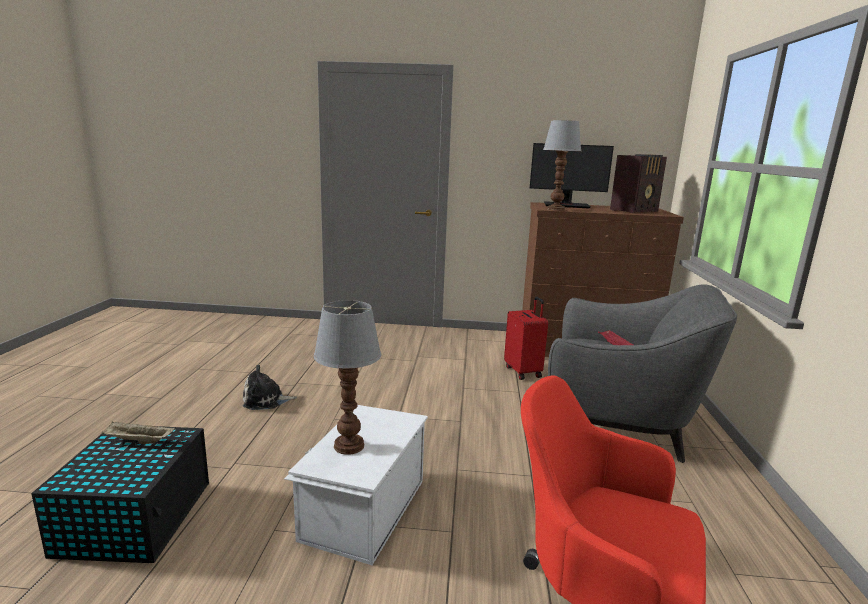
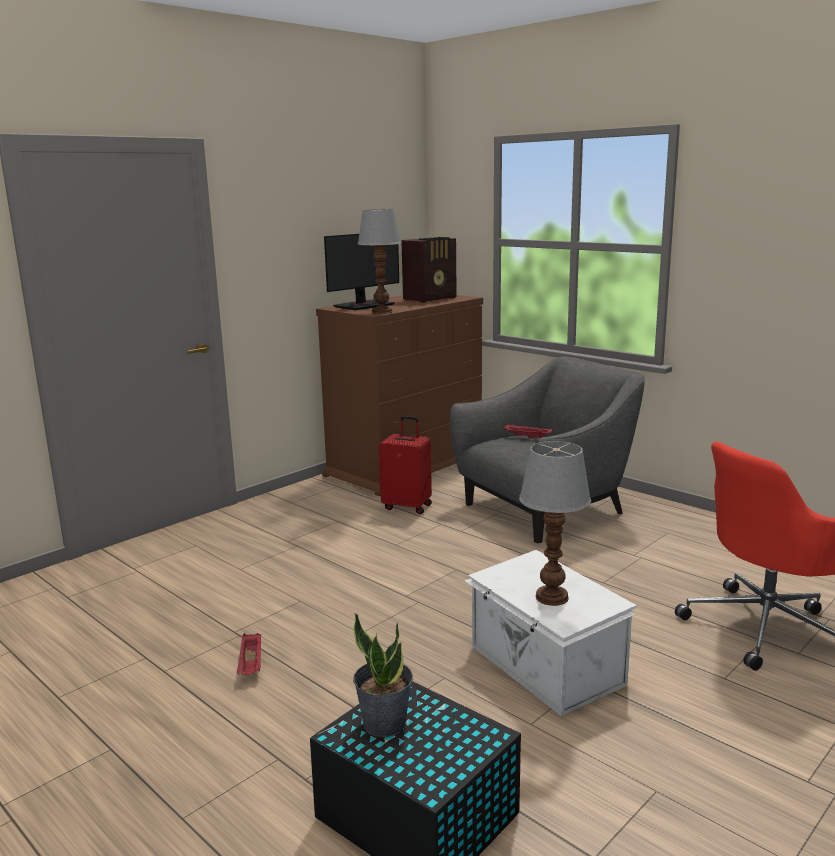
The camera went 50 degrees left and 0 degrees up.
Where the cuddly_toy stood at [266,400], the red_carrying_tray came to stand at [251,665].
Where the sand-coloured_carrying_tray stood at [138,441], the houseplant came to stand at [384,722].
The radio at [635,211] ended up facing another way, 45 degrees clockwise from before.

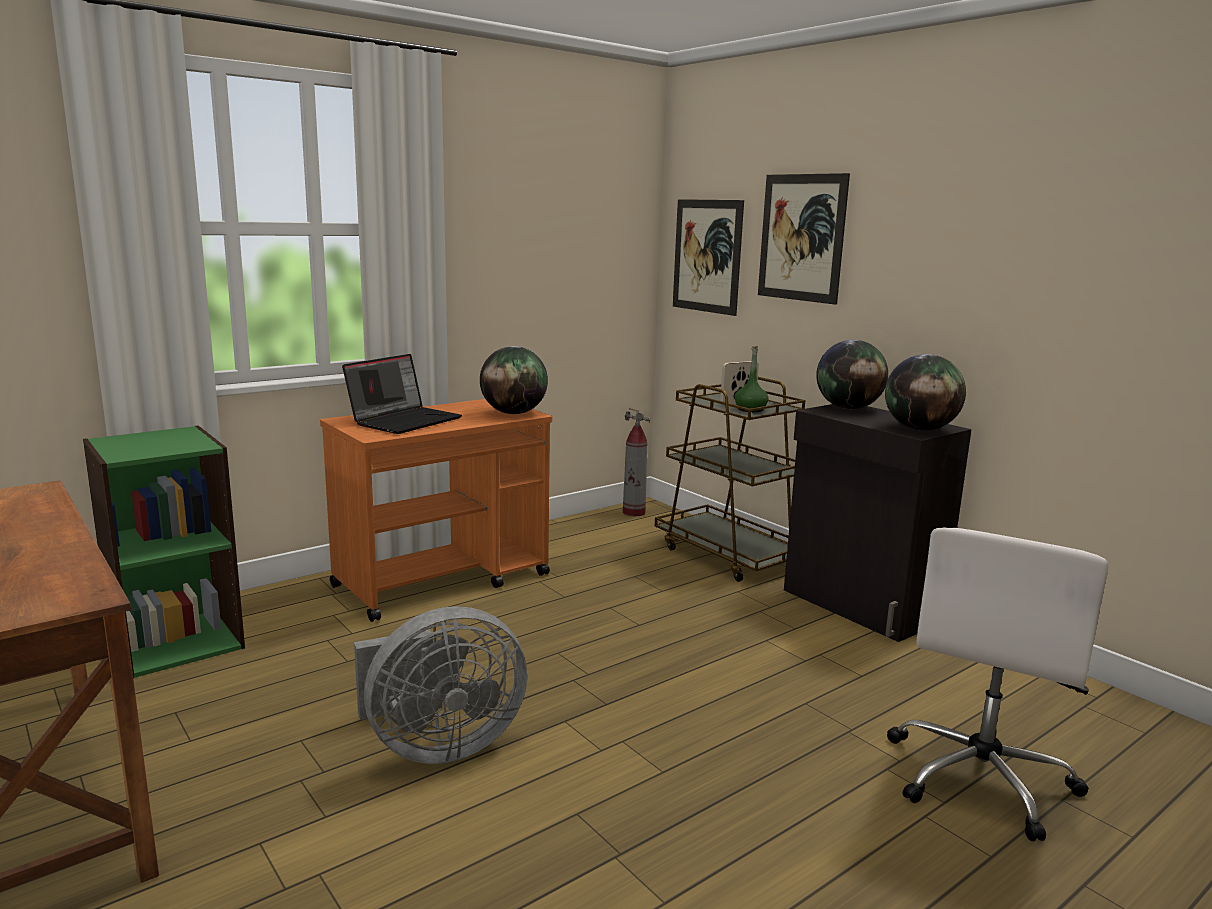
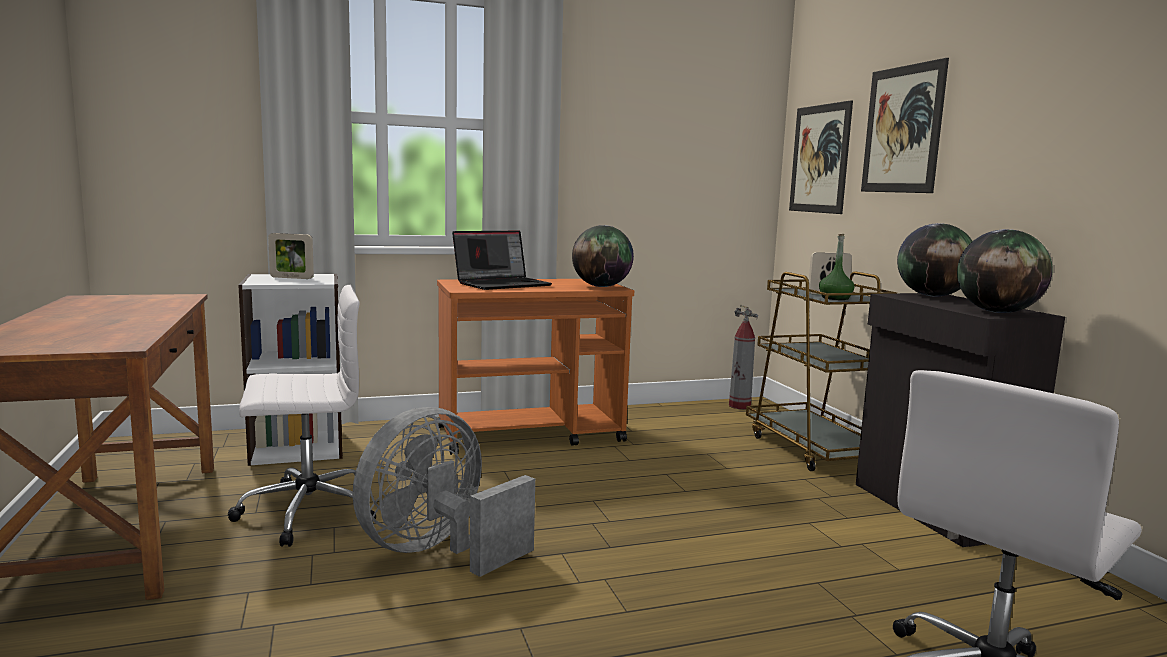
The camera went 20 degrees right and 5 degrees down.
The second view gained the white_computer_chair at [305,511].
What was the green-coloured_bookshelf at [177,642] turned into the white_bookshelf at [298,447].
The second view gained the photo_frame at [291,278].
The gray_electric_fan at [438,746] ended up facing another way, 135 degrees clockwise from before.

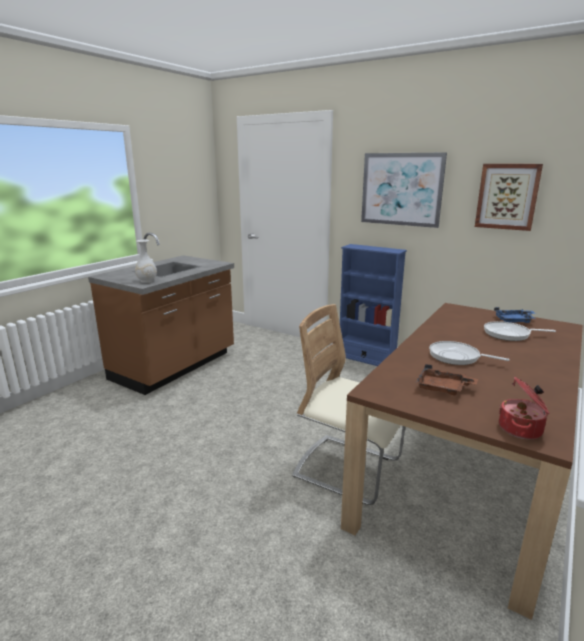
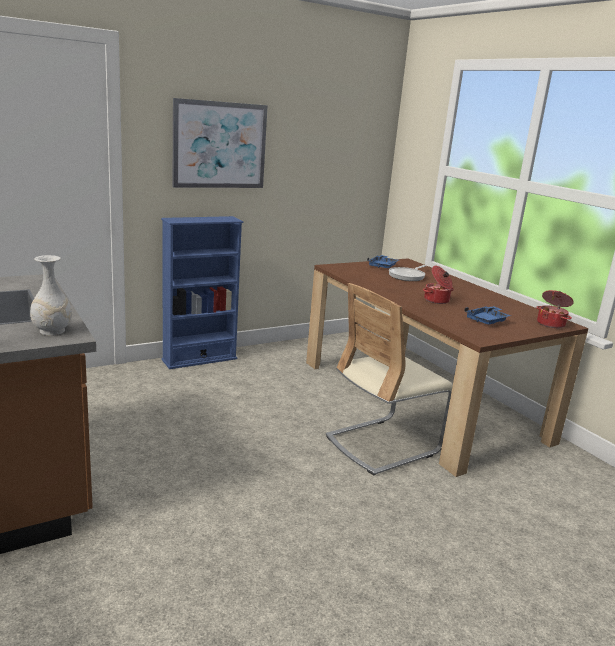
The camera went 65 degrees left and 0 degrees up.
Where the pan stood at [457,357], the saucepot came to stand at [437,300].
What was the brownish_carrying_tray at [443,388] turned into the blue-coloured_carrying_tray at [487,321].
The second view lost the picture at [507,196].

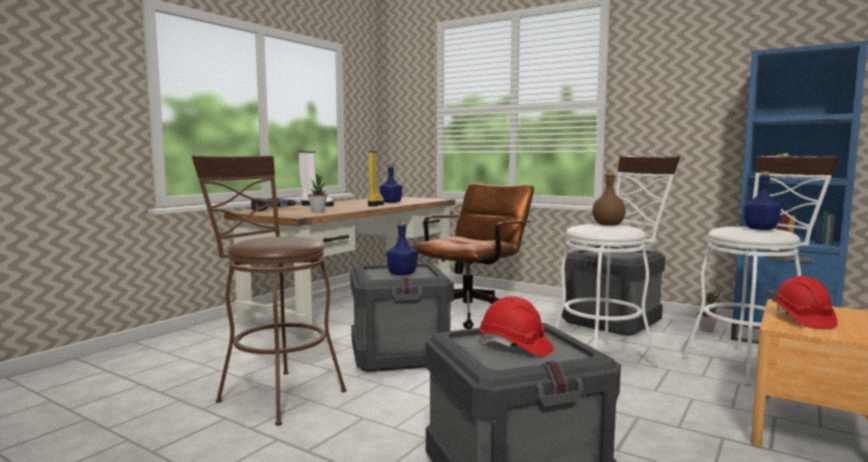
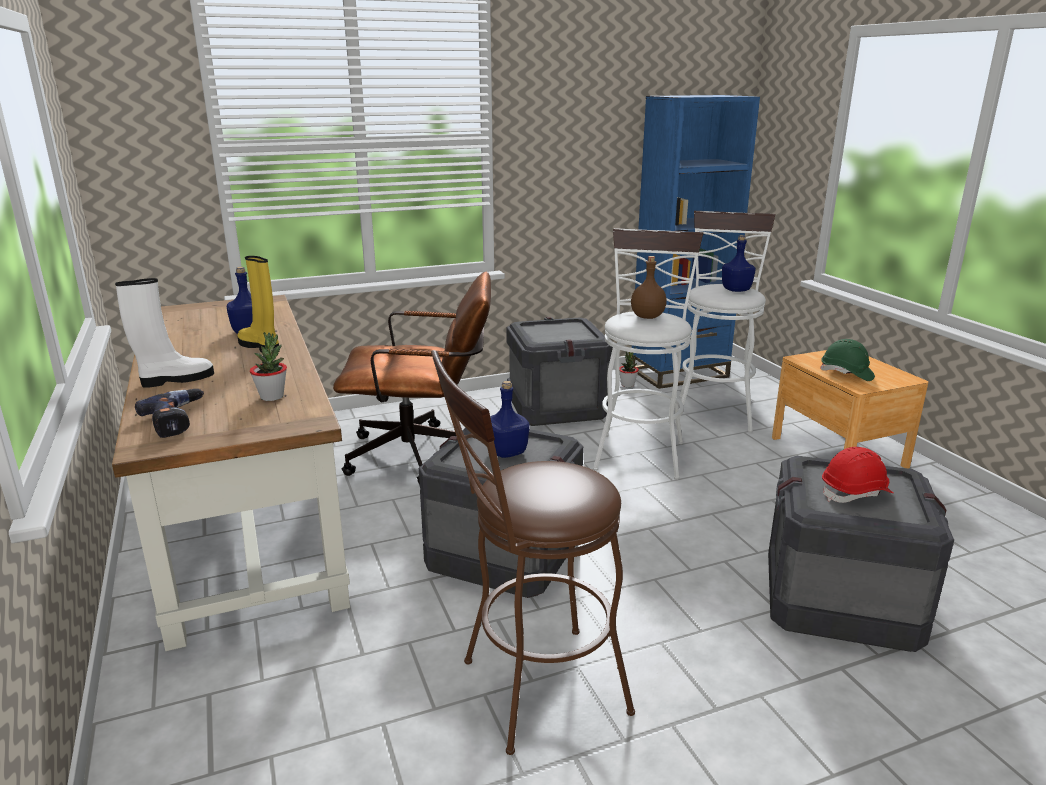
The camera went 55 degrees left and 15 degrees up.
The brownish_computer_chair at [473,312] ended up facing another way, 105 degrees clockwise from before.
What was the red_hard_hat at [802,319] turned into the green-coloured_hard_hat at [846,373].

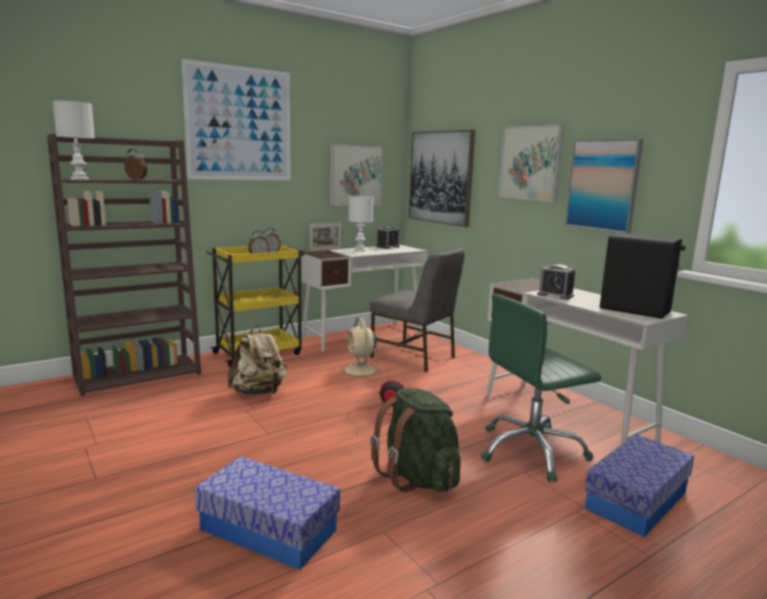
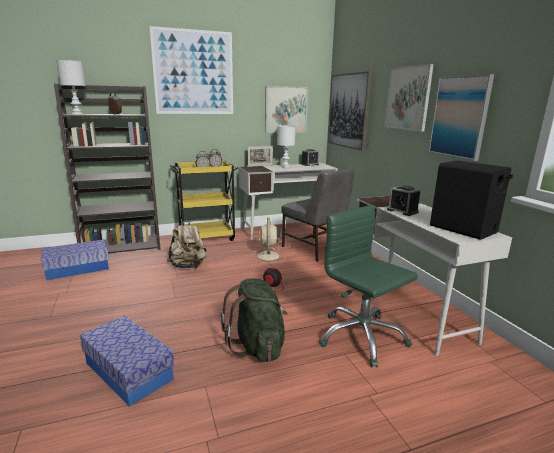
The camera went 15 degrees right and 5 degrees up.
The storage_container ended up elsewhere, having gone from [636,500] to [78,268].
The green-coloured_computer_chair at [531,451] ended up facing another way, 60 degrees clockwise from before.

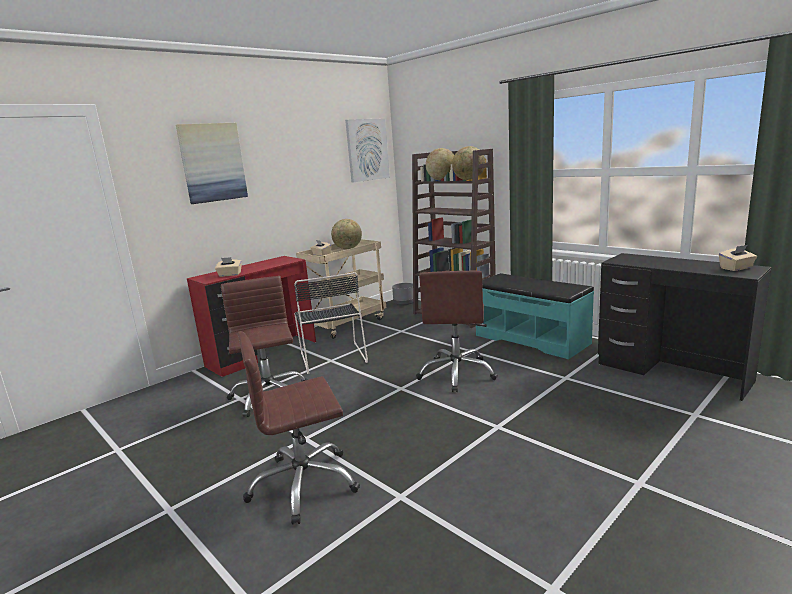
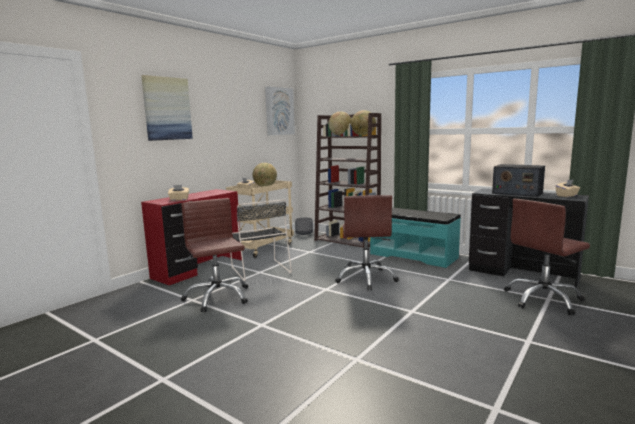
The camera went 10 degrees left and 5 degrees down.
The second view gained the radio at [517,193].
The brownish_computer_chair ended up elsewhere, having gone from [303,485] to [543,299].

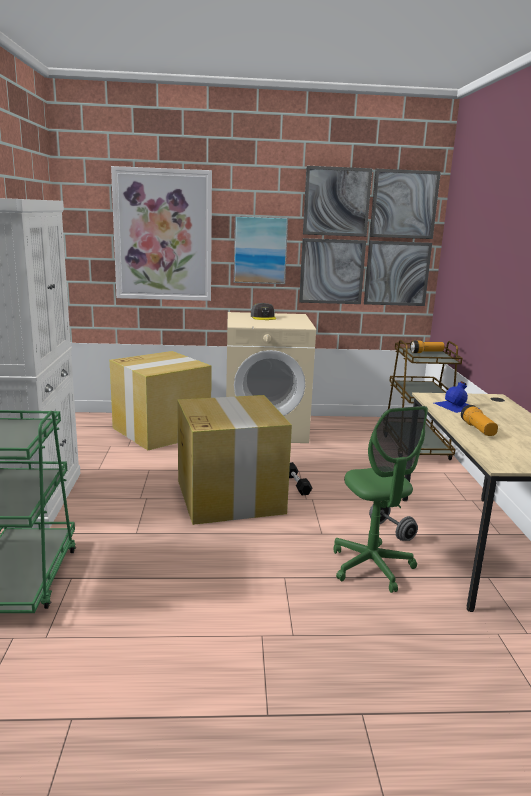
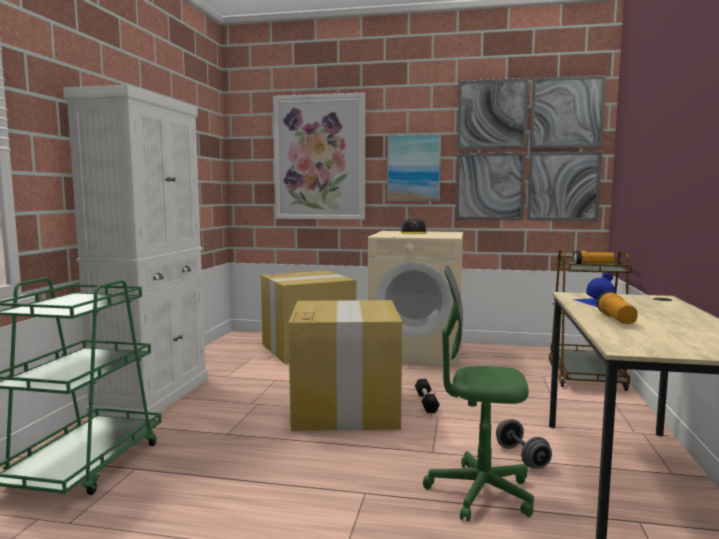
The camera went 15 degrees right and 10 degrees down.
The green-coloured_computer_chair at [372,567] ended up facing another way, 105 degrees clockwise from before.

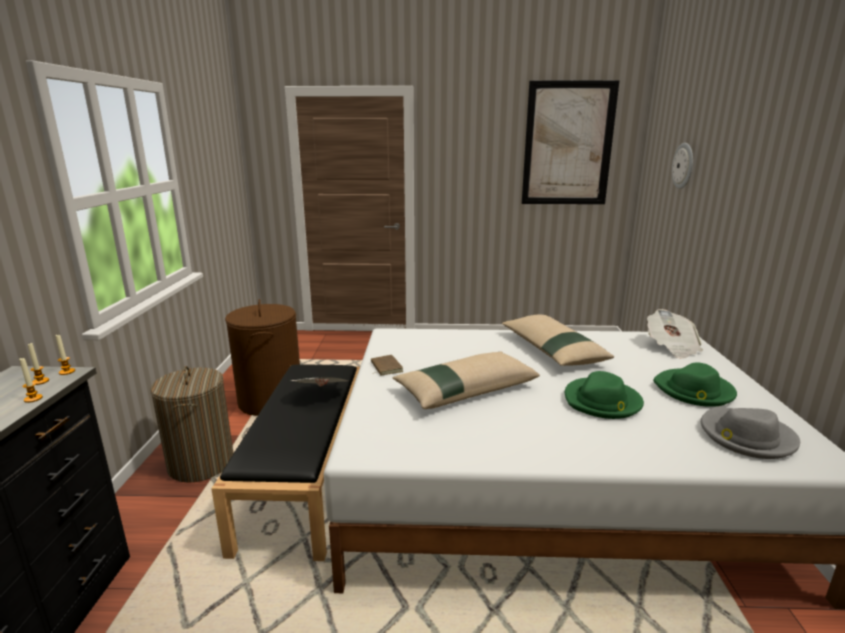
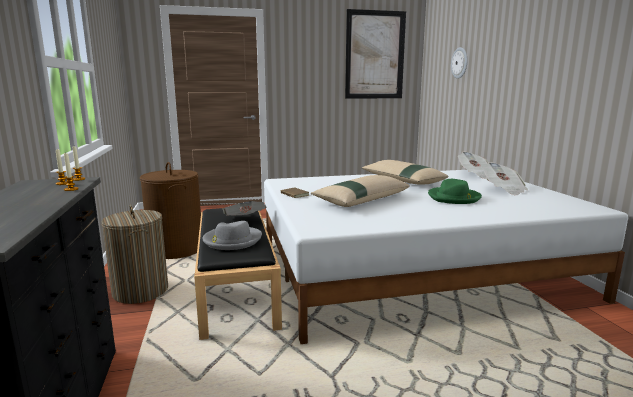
The camera went 15 degrees left and 5 degrees down.
The gray_clothing_hat ended up elsewhere, having gone from [746,436] to [232,240].
Where the green-coloured_clothing_hat stood at [694,390], the daily_paper came to stand at [503,190].

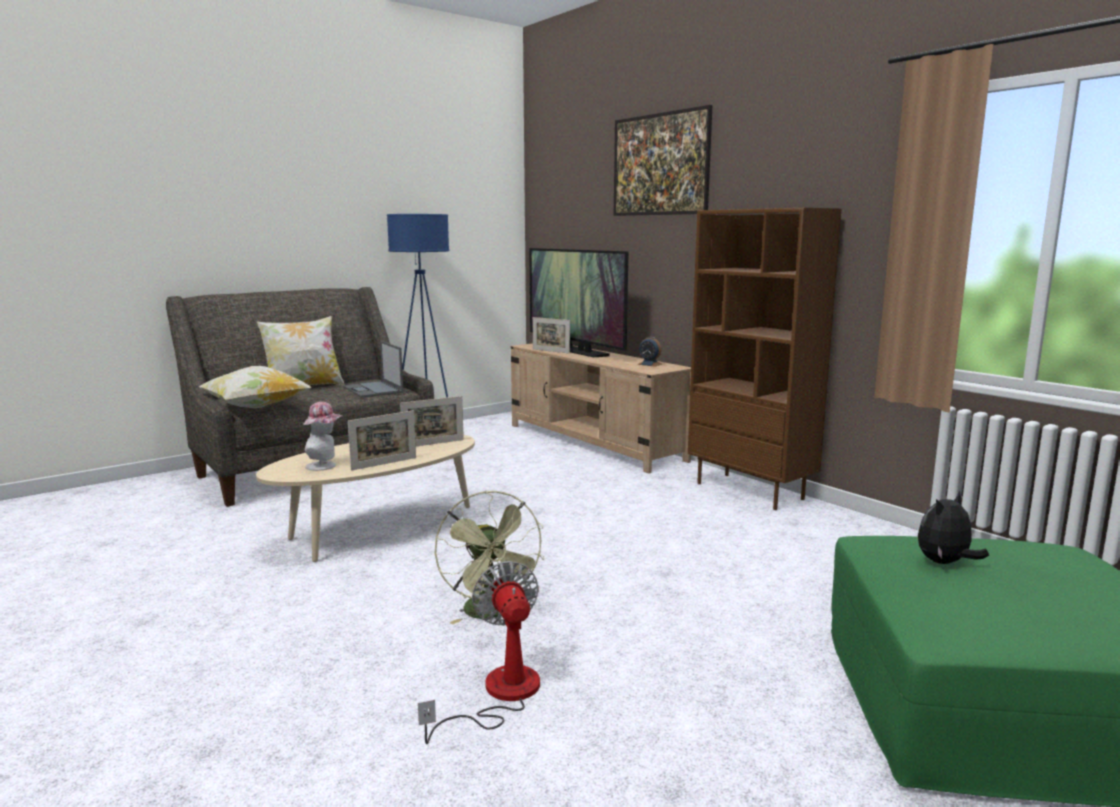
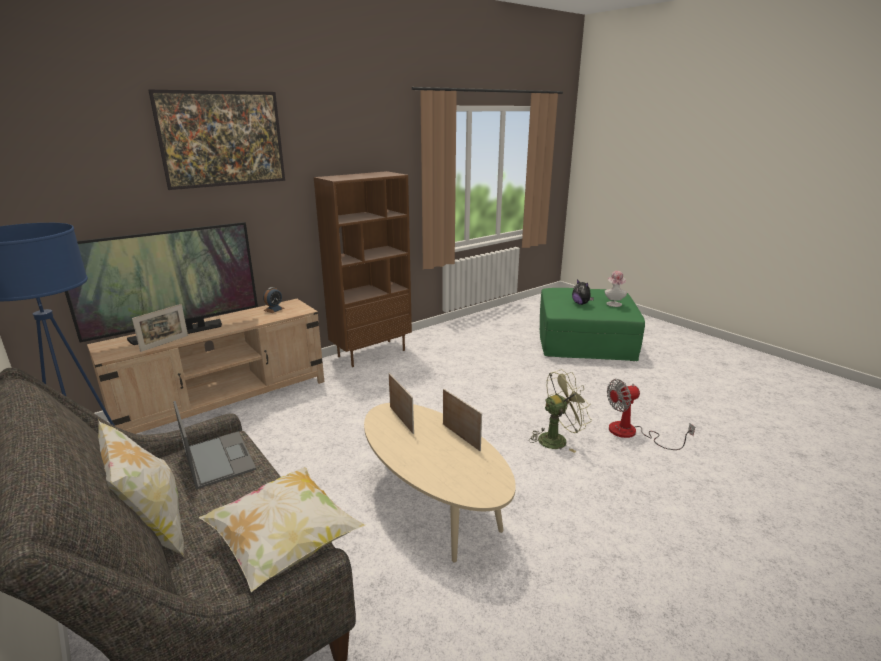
The camera went 90 degrees left and 10 degrees up.
The portable_computer at [373,390] ended up facing another way, 90 degrees counterclockwise from before.
The clothing_hat ended up elsewhere, having gone from [325,466] to [613,303].

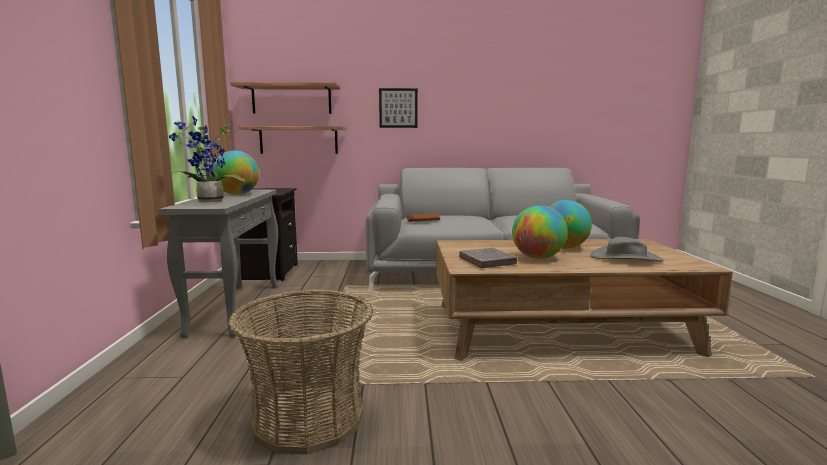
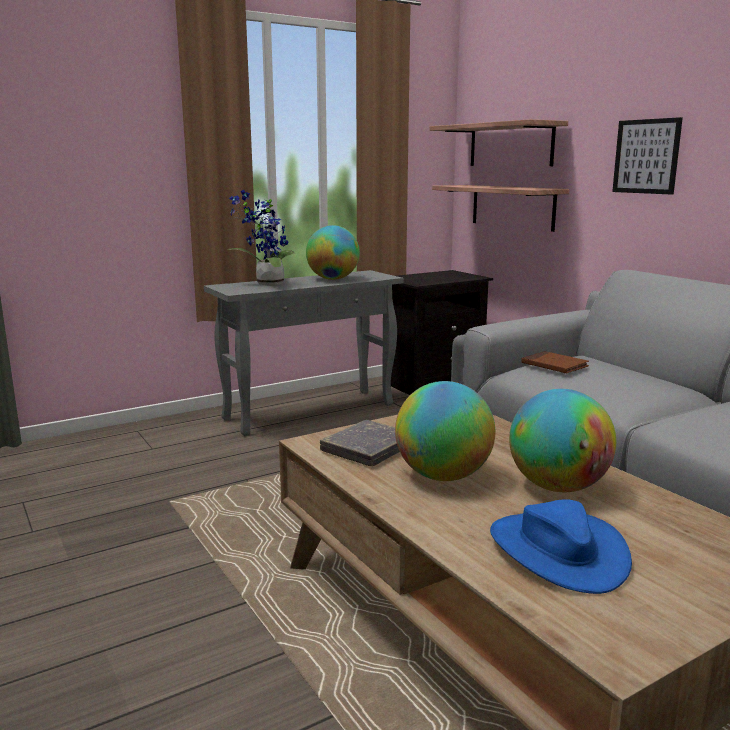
The camera went 60 degrees right and 5 degrees up.
What was the gray_clothing_hat at [625,258] turned into the blue-coloured_clothing_hat at [557,551].
The second view lost the storage_basket at [307,418].

